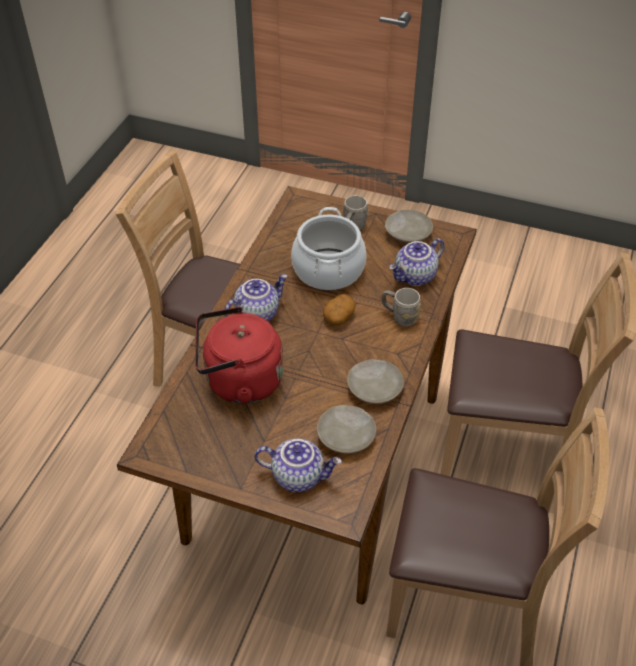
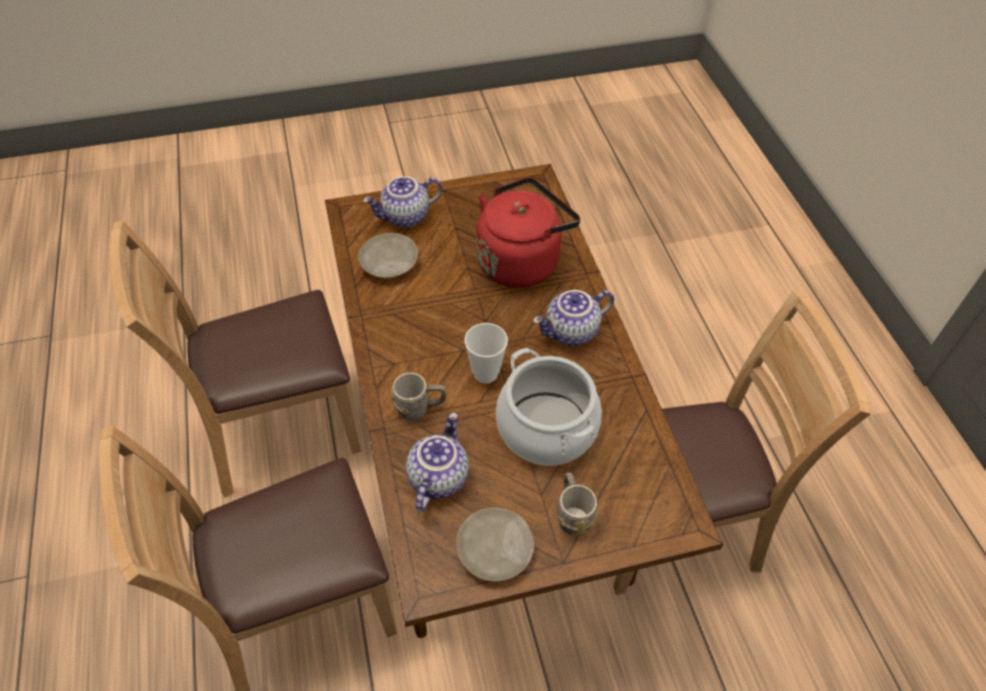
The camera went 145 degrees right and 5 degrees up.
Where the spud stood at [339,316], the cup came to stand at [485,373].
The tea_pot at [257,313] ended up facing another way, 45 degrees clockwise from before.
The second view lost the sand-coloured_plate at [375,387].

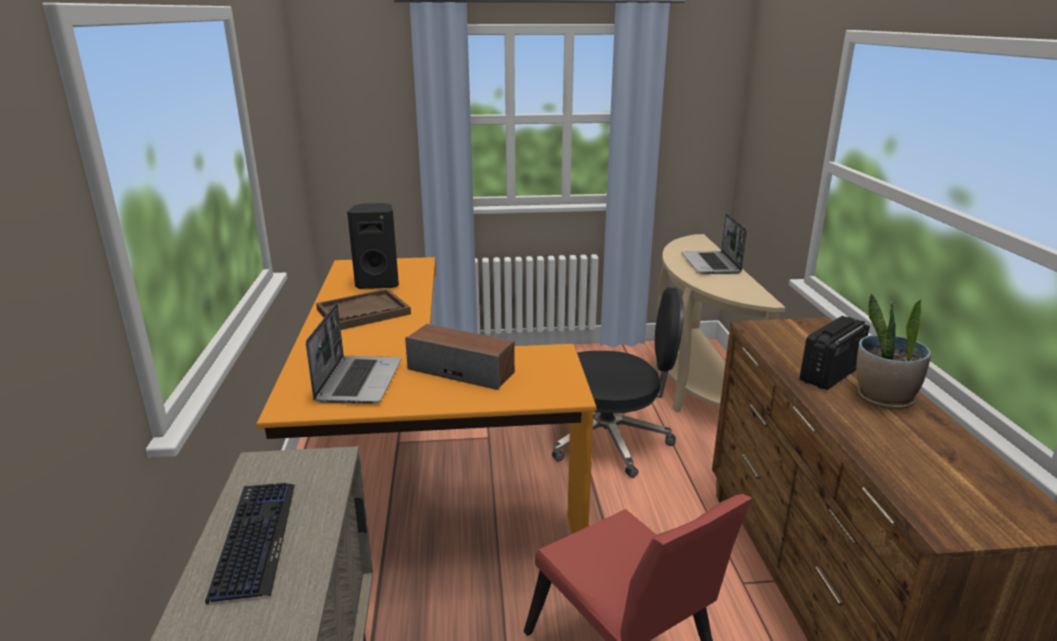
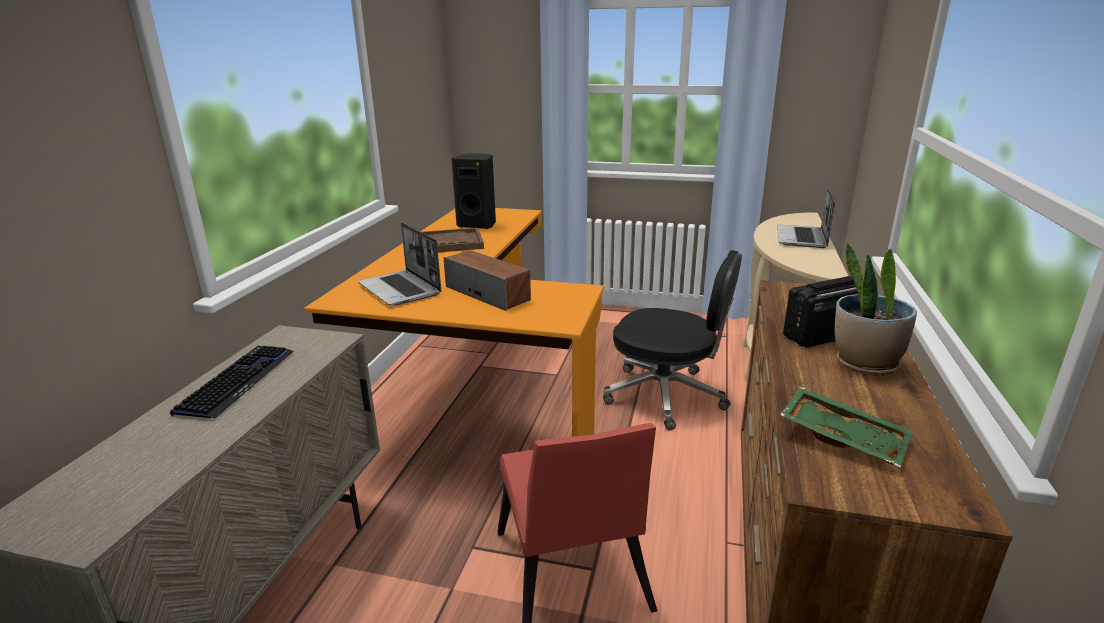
The camera went 20 degrees right and 0 degrees up.
The portable_computer at [358,381] ended up facing another way, 120 degrees clockwise from before.
The second view gained the green-coloured_carrying_tray at [843,436].

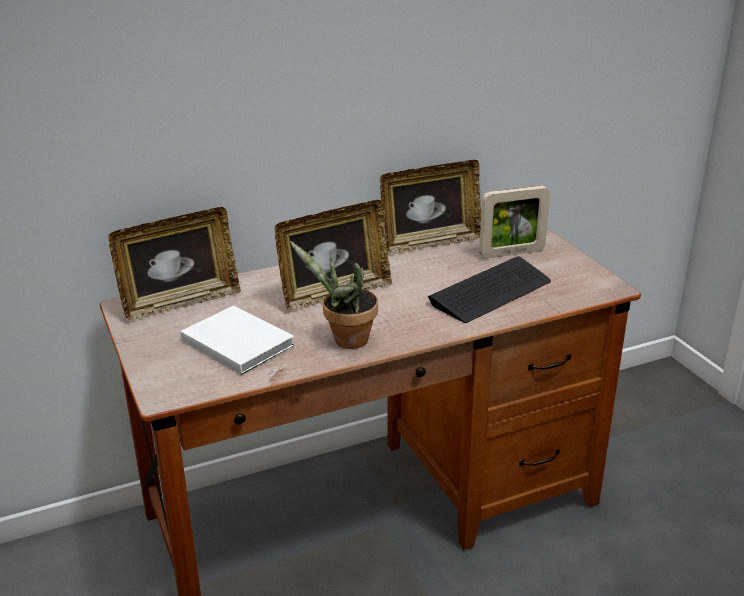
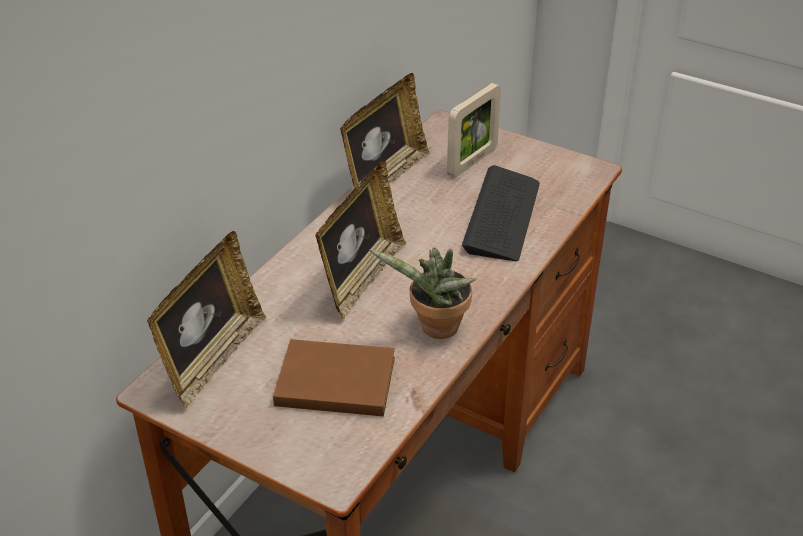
The camera went 35 degrees left and 10 degrees up.
What was the white_volume at [237,342] turned into the brownish_volume at [332,380].

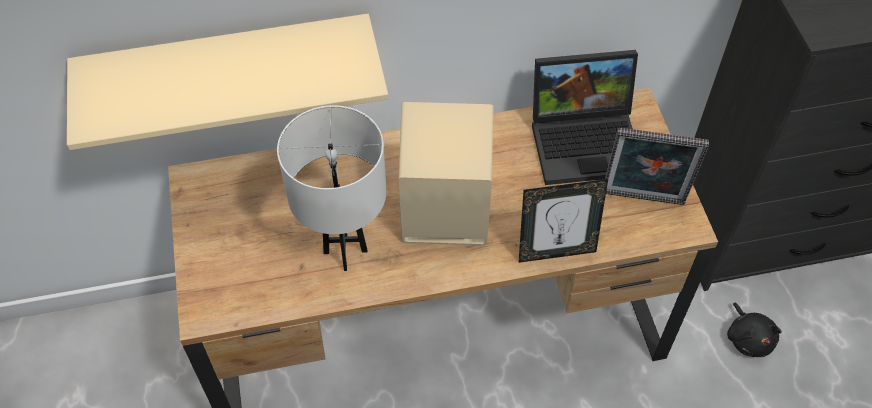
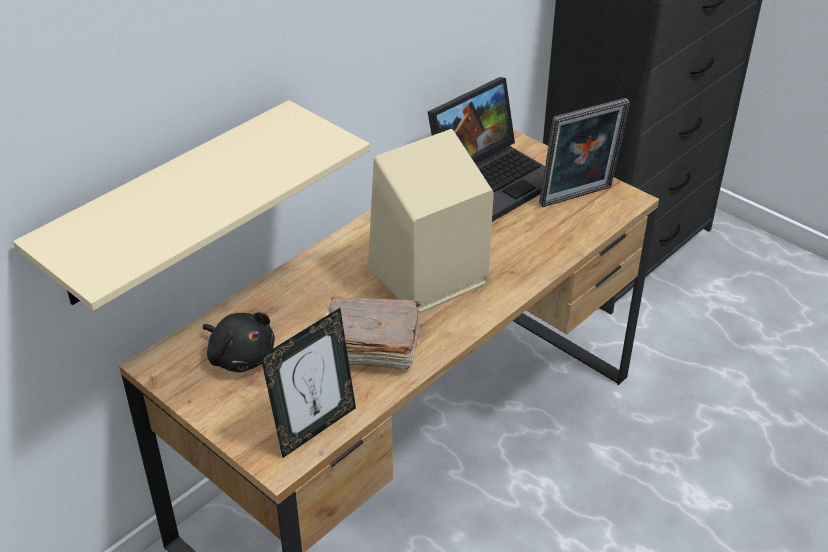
The camera went 35 degrees left and 15 degrees down.
The black_cuddly_toy ended up elsewhere, having gone from [748,338] to [240,356].
The photo_frame ended up elsewhere, having gone from [555,251] to [314,428].
Where the white_lamp_for_a_table stood at [345,251], the brownish_volume came to stand at [369,346].

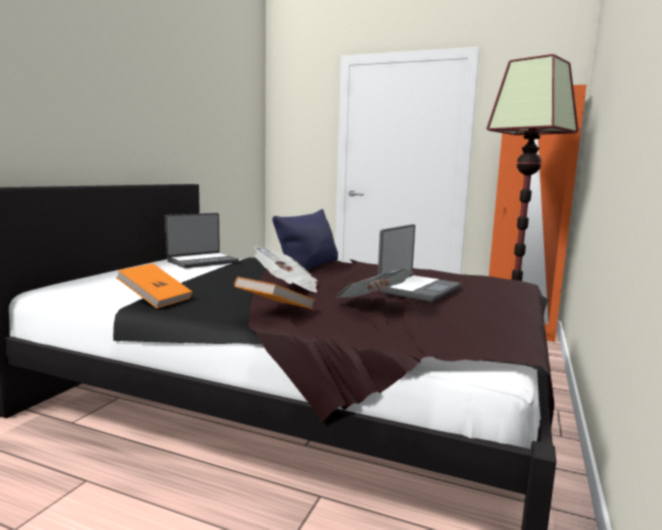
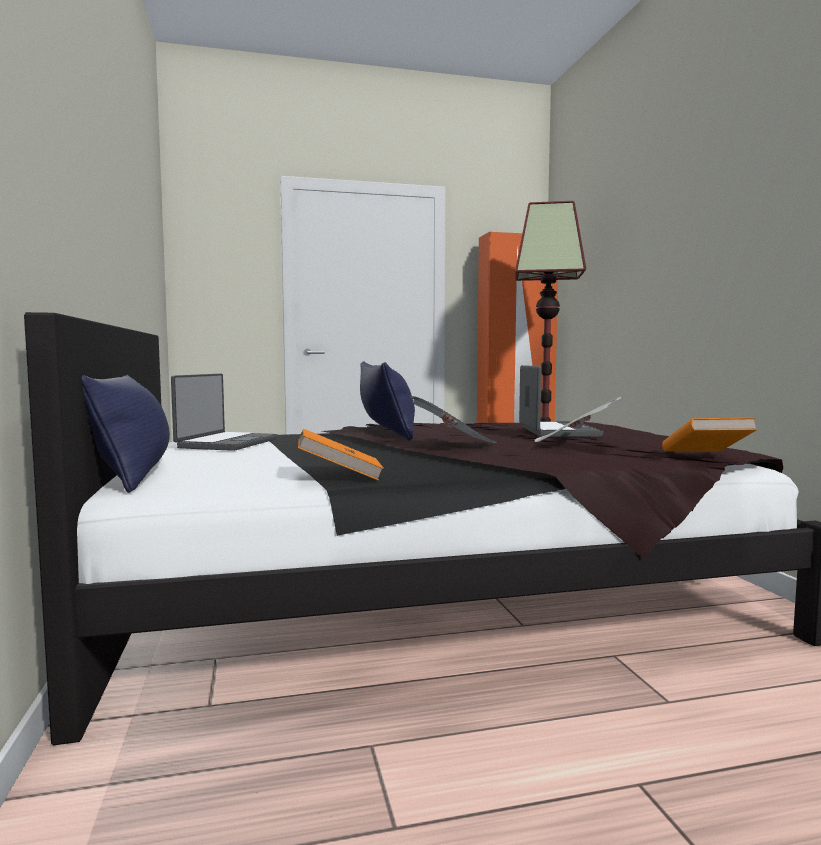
The camera went 35 degrees left and 5 degrees down.
The second view gained the blue-coloured_throw_pillow at [132,473].
The orange_volume ended up elsewhere, having gone from [275,310] to [705,456].

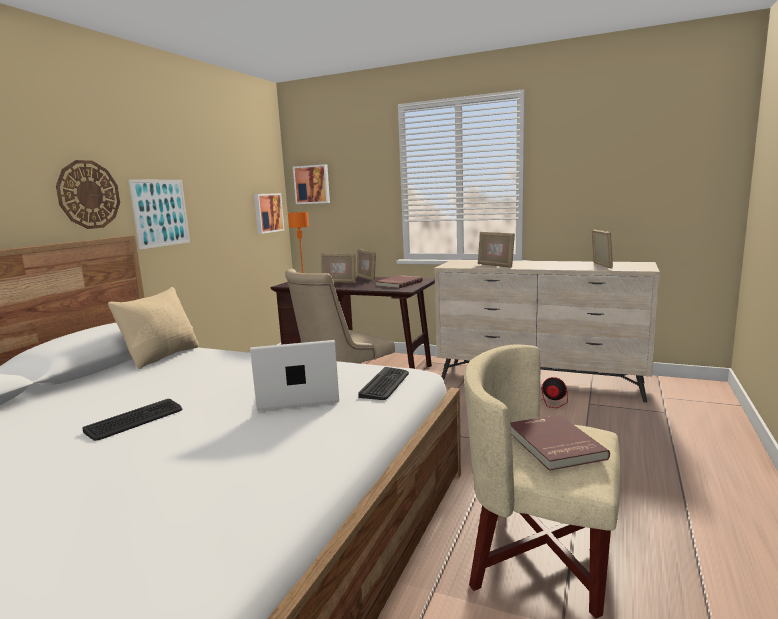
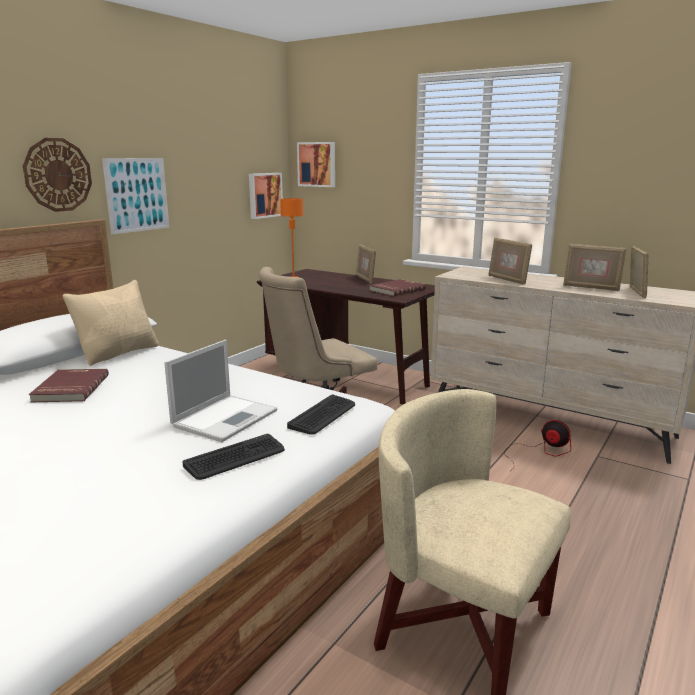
The camera went 10 degrees right and 5 degrees up.
The red_volume ended up elsewhere, having gone from [553,445] to [69,388].
The portable_computer at [296,396] ended up facing another way, 120 degrees clockwise from before.
The PC_keyboard ended up elsewhere, having gone from [135,420] to [235,458].
The photo_frame ended up elsewhere, having gone from [339,282] to [591,287].

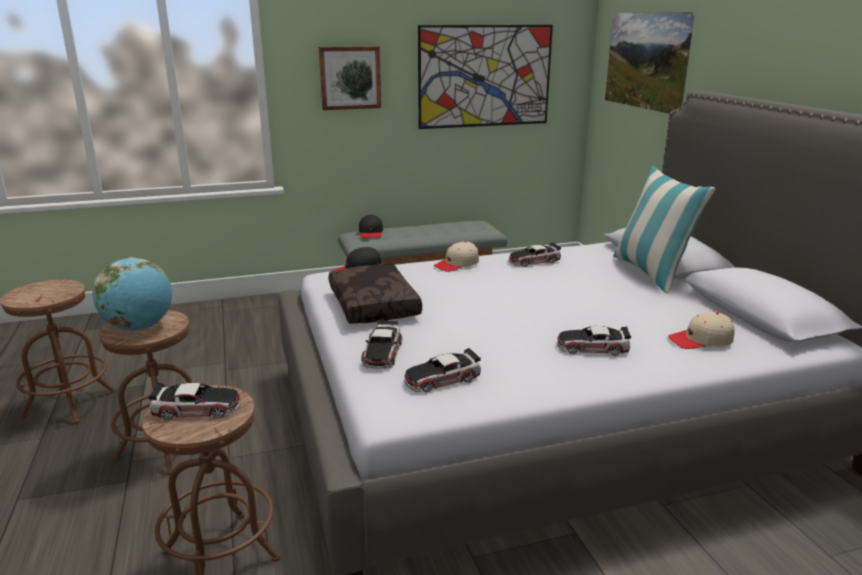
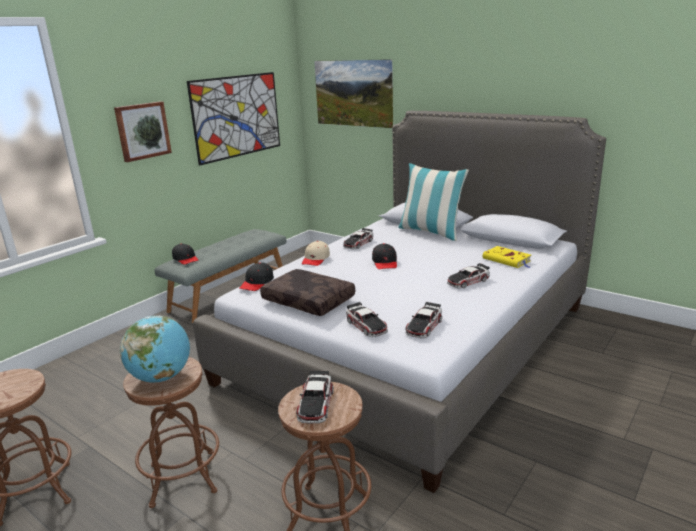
The camera went 35 degrees left and 0 degrees up.
The toy_car at [197,409] ended up facing another way, 135 degrees clockwise from before.
The second view gained the black_cap at [385,262].
Where the sand-coloured_cap stood at [701,340], the yellow_volume came to stand at [508,260].

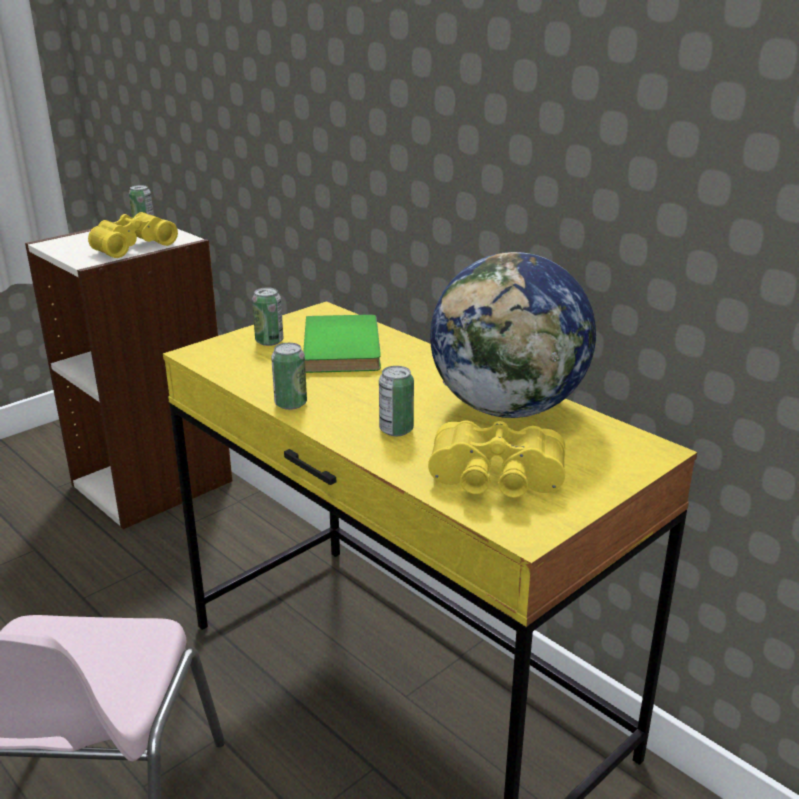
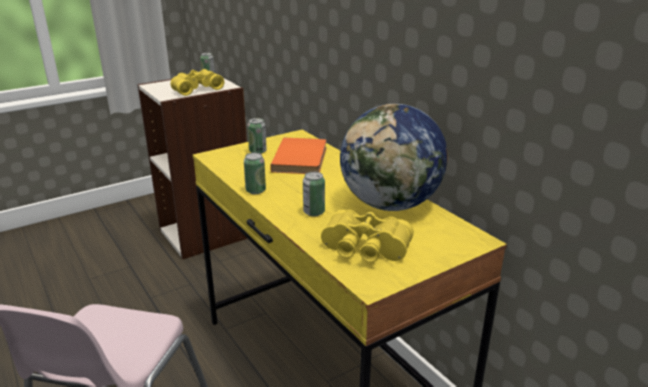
The camera went 10 degrees right and 0 degrees up.
What was the green-coloured_volume at [345,348] turned into the orange_volume at [302,159].

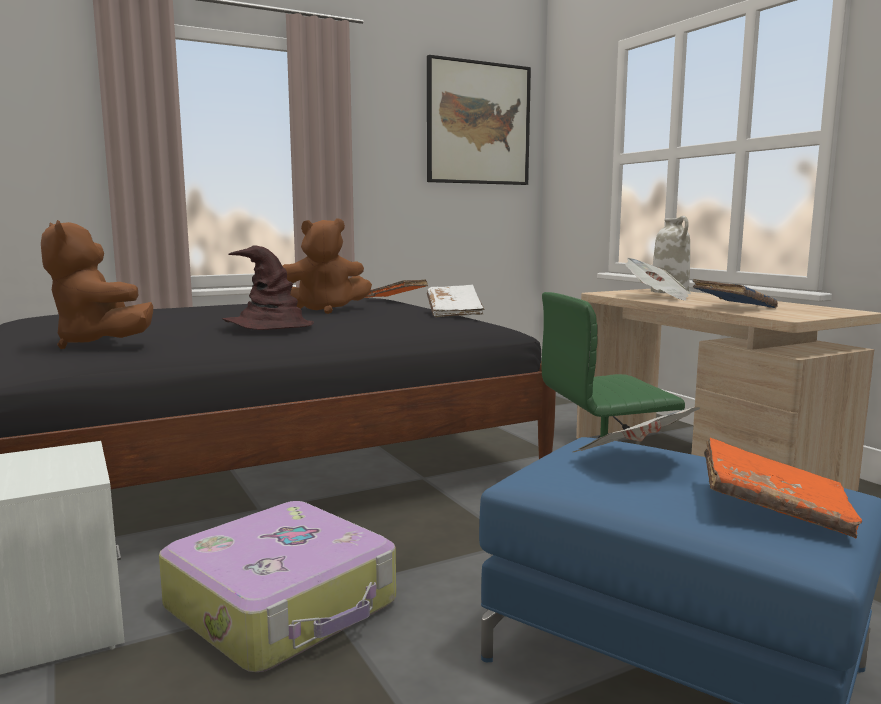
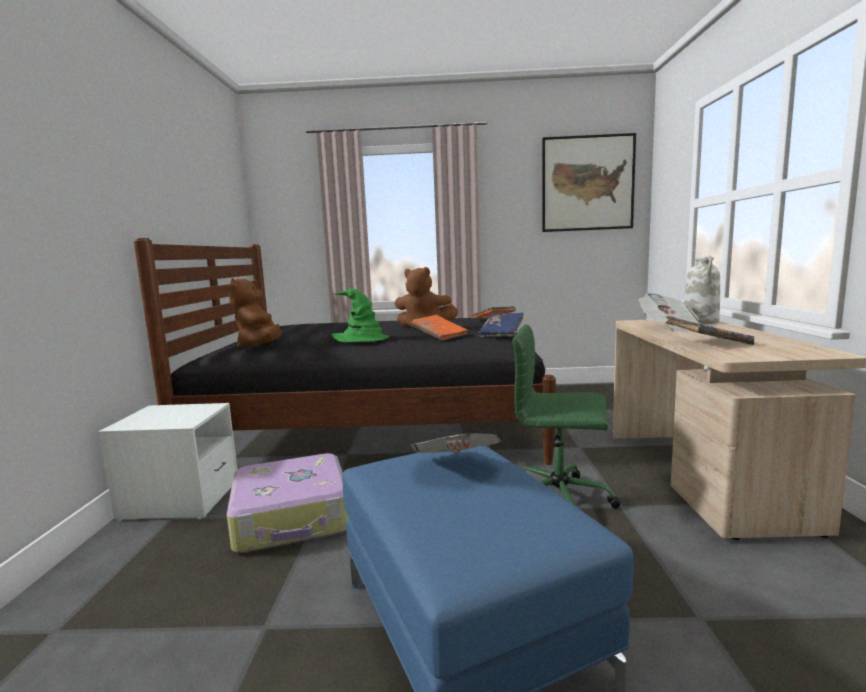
The camera went 30 degrees right and 0 degrees up.
What was the brownish_clothing_hat at [268,326] turned into the green-coloured_clothing_hat at [361,339].
The orange_volume ended up elsewhere, having gone from [774,510] to [439,336].
What was the white_volume at [454,313] turned into the blue-coloured_volume at [502,334].

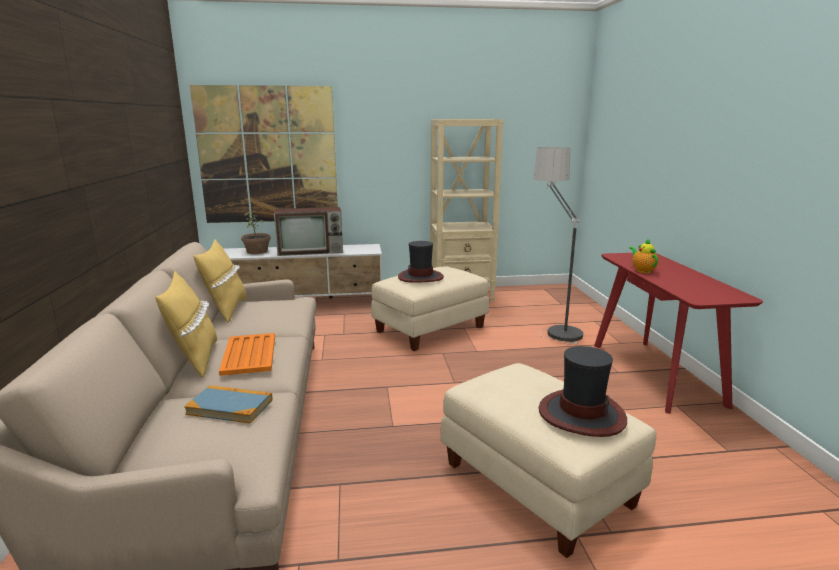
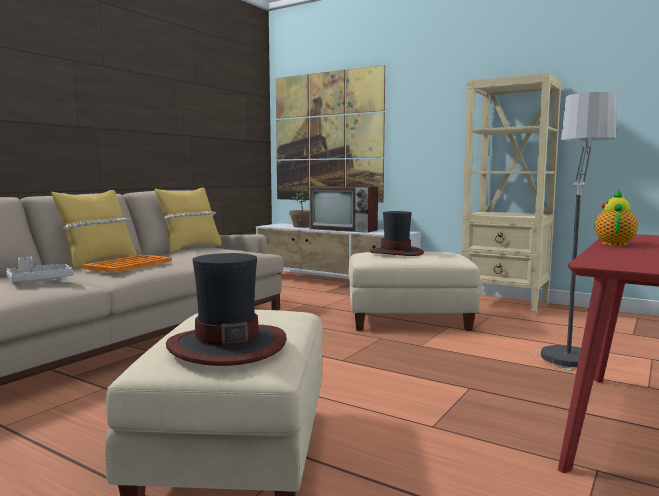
The camera went 40 degrees right and 10 degrees down.
Where the volume stood at [230,407], the gray_carrying_tray came to stand at [40,280].

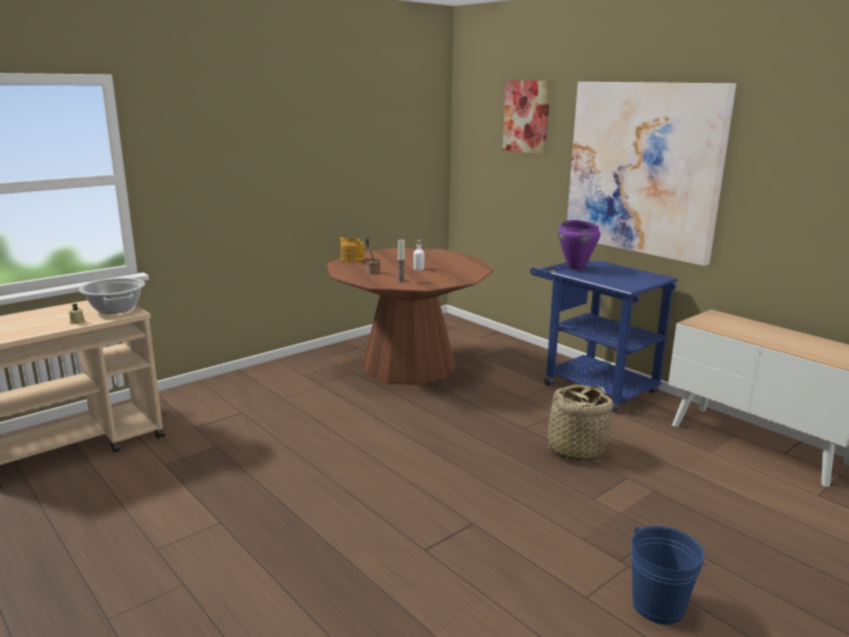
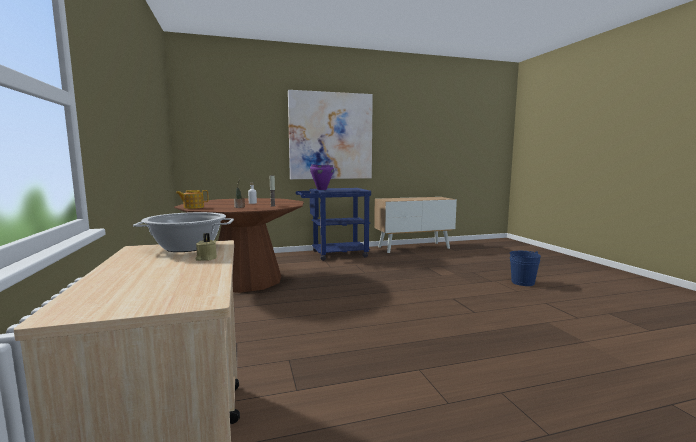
The camera went 65 degrees left and 10 degrees down.
The second view lost the picture at [526,116].
The second view lost the storage_basket at [575,450].

